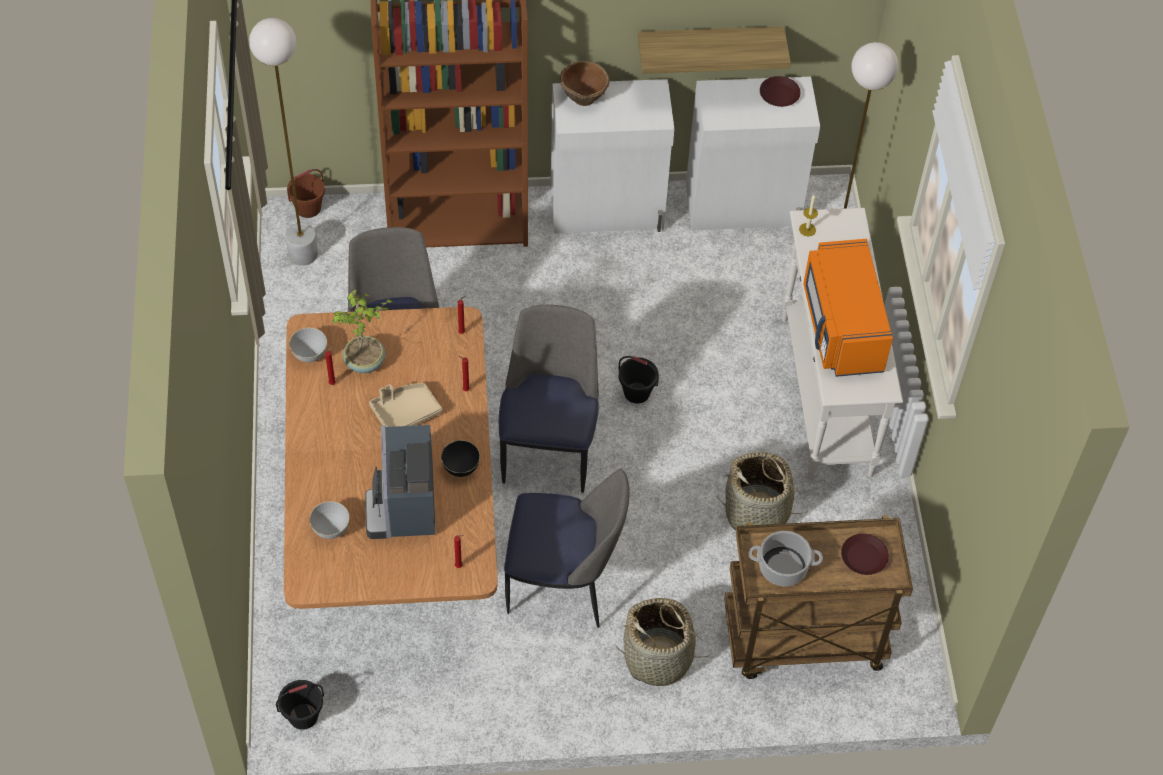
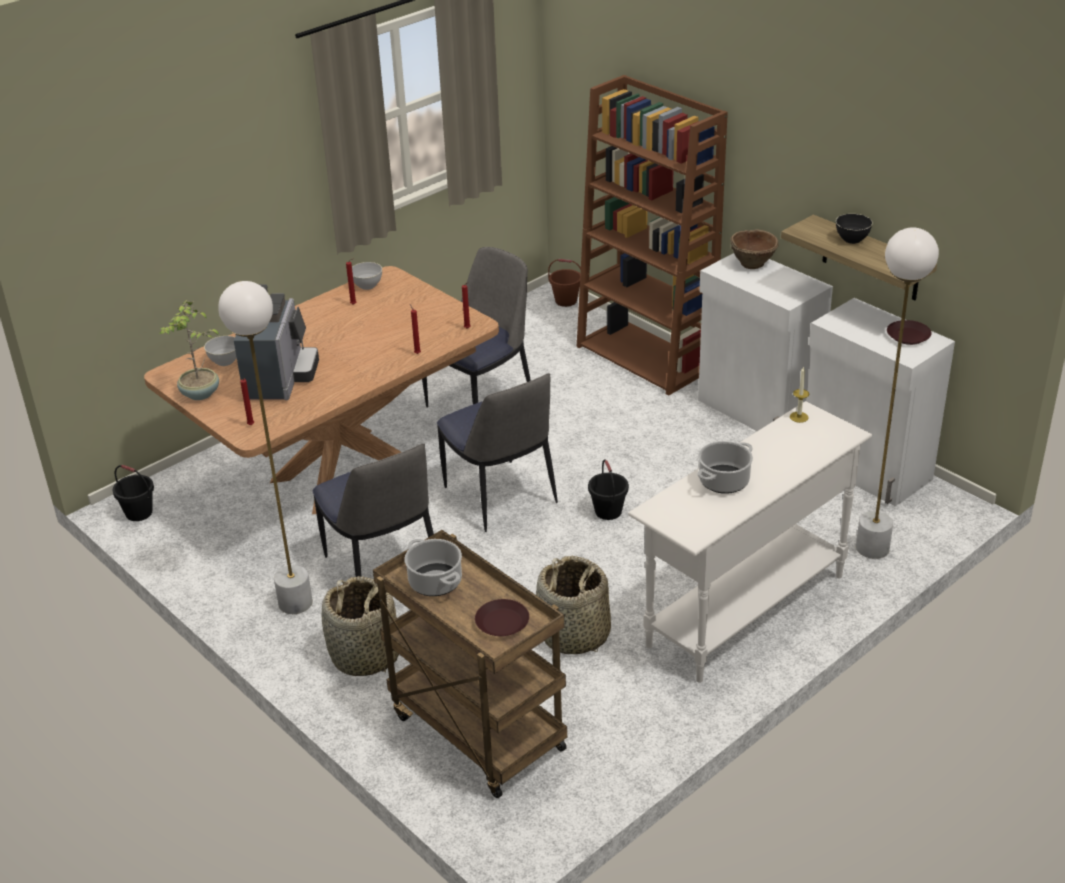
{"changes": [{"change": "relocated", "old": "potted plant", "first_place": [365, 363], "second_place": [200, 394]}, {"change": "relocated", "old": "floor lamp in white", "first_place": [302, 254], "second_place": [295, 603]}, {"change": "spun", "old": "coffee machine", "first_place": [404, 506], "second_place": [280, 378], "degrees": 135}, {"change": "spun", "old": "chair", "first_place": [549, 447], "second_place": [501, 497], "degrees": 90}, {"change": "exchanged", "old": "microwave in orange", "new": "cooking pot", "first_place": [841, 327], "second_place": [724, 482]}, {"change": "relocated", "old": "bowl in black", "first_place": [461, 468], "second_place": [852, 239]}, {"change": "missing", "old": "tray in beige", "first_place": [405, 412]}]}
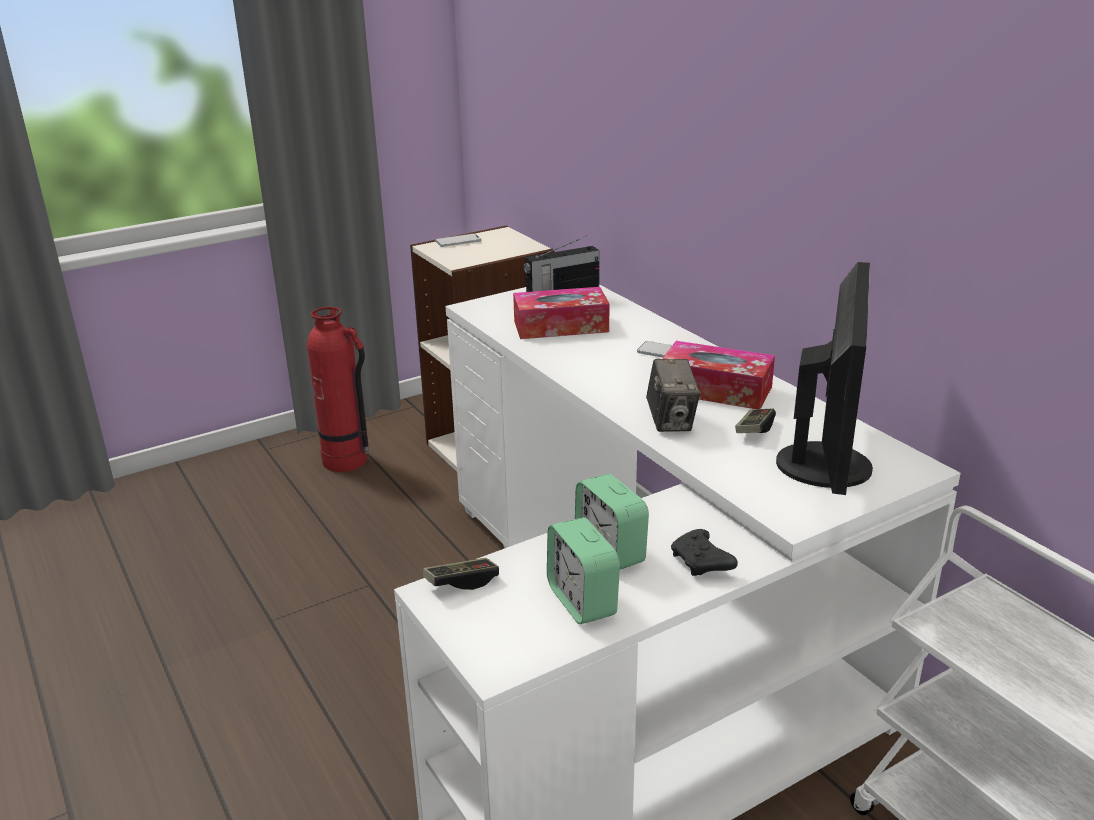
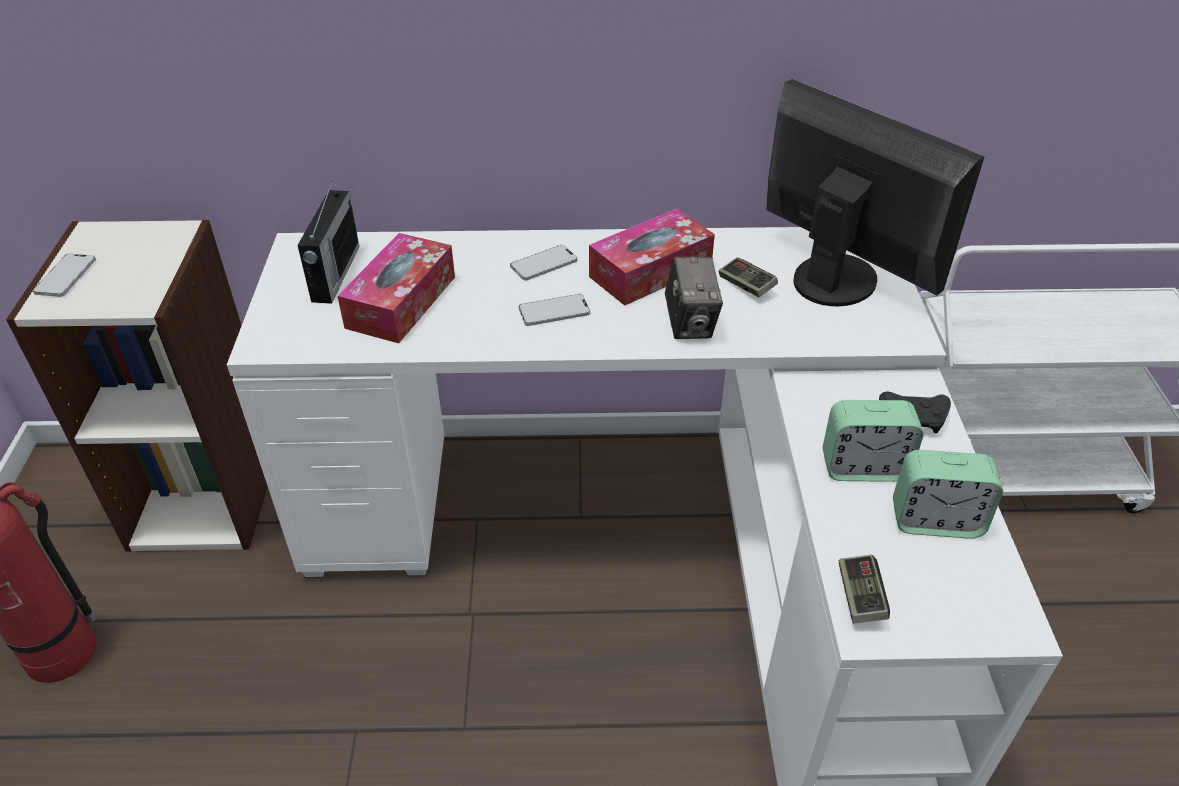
{"changes": [{"change": "appeared", "new": "phone", "second_place": [554, 311]}, {"change": "spun", "old": "photo camera", "first_place": [671, 422], "second_place": [690, 324], "degrees": 60}]}
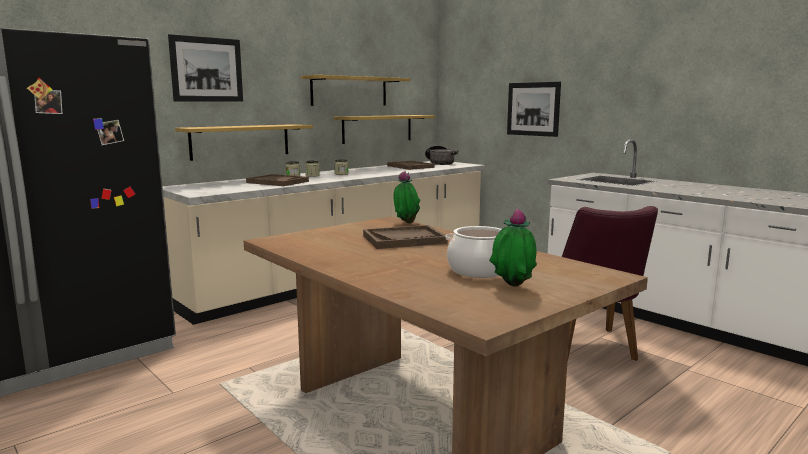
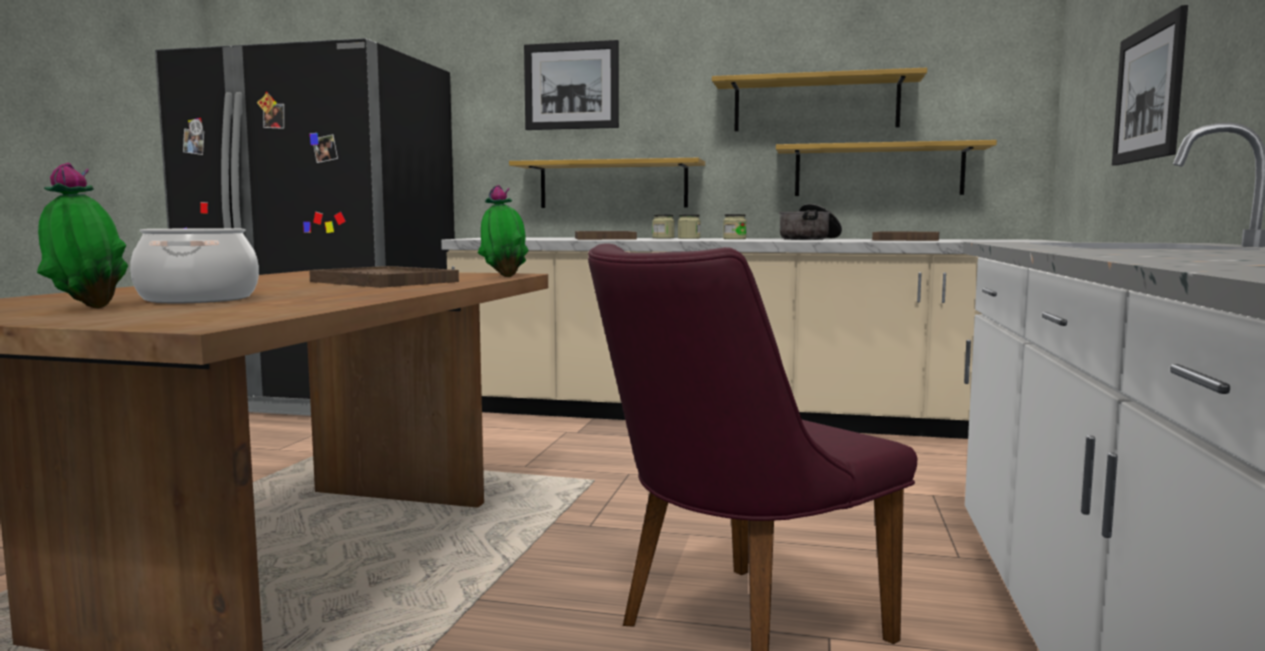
{"changes": [{"change": "relocated", "old": "cooking pot", "first_place": [440, 163], "second_place": [809, 239]}]}
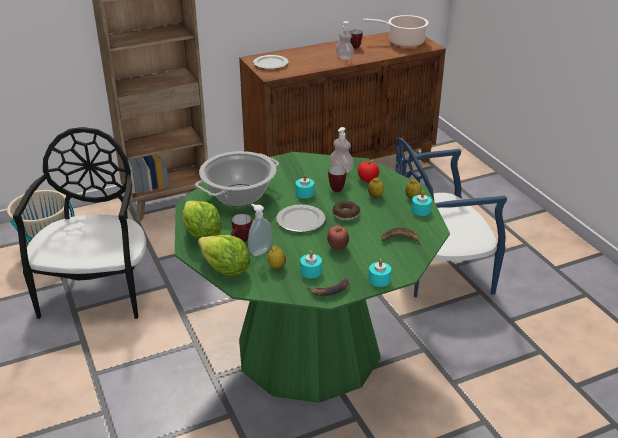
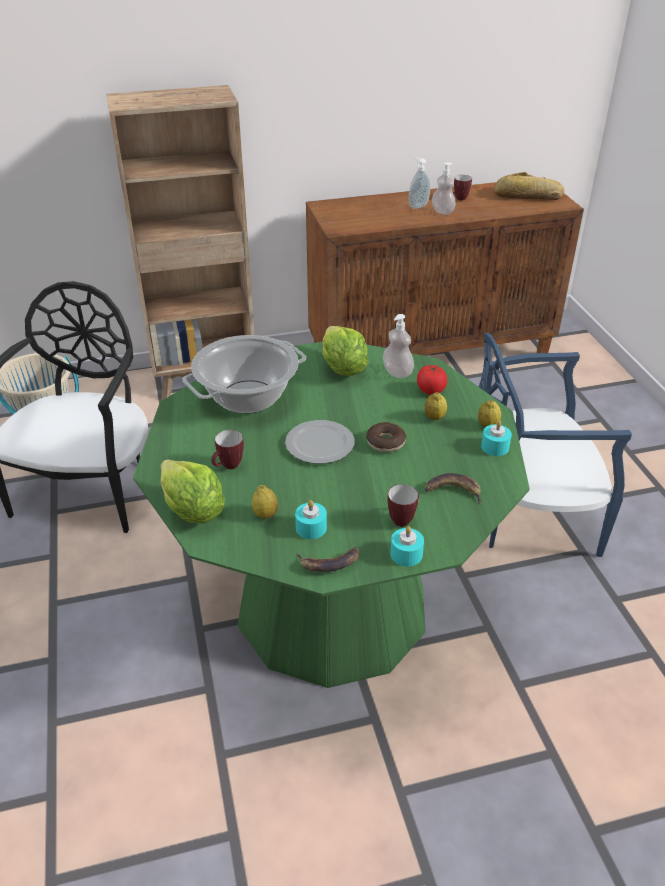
{"changes": [{"change": "relocated", "old": "lettuce", "first_place": [201, 235], "second_place": [342, 368]}, {"change": "relocated", "old": "mug", "first_place": [338, 188], "second_place": [403, 519]}, {"change": "relocated", "old": "soap dispenser", "first_place": [259, 251], "second_place": [417, 206]}, {"change": "exchanged", "old": "cooking pot", "new": "bread", "first_place": [403, 42], "second_place": [528, 196]}, {"change": "missing", "old": "plate", "first_place": [271, 64]}, {"change": "missing", "old": "candle in turquoise", "first_place": [304, 193]}, {"change": "missing", "old": "apple", "first_place": [338, 247]}]}
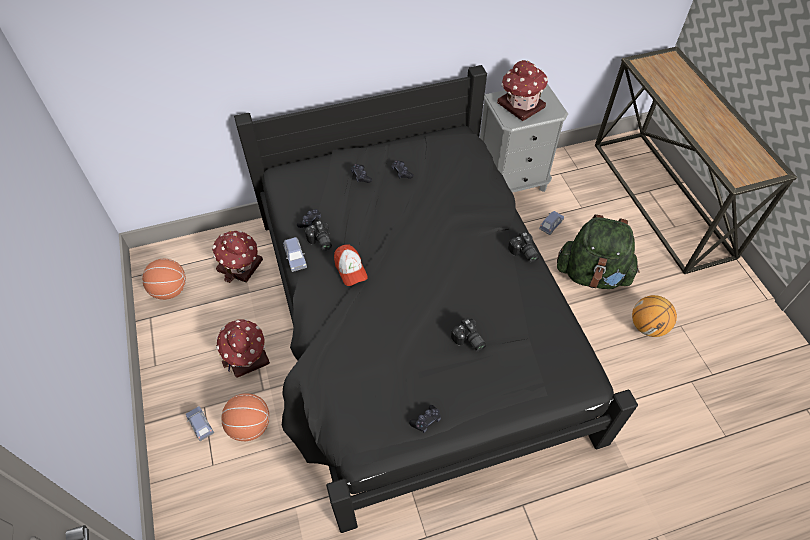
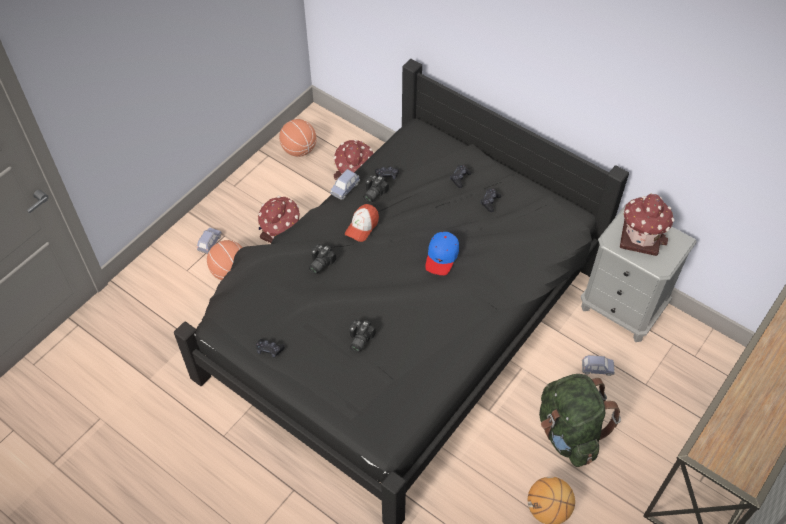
{"changes": [{"change": "relocated", "old": "photo camera", "first_place": [523, 253], "second_place": [319, 263]}, {"change": "appeared", "new": "cap in blue", "second_place": [442, 256]}]}
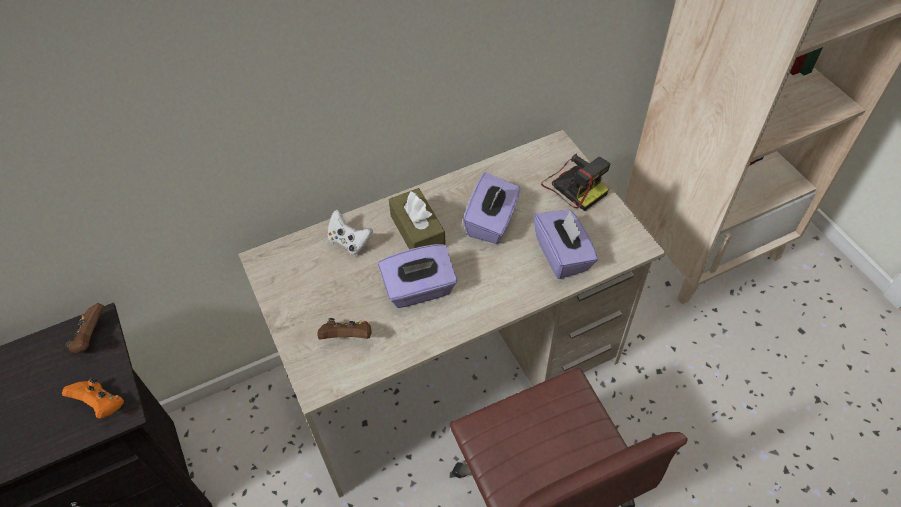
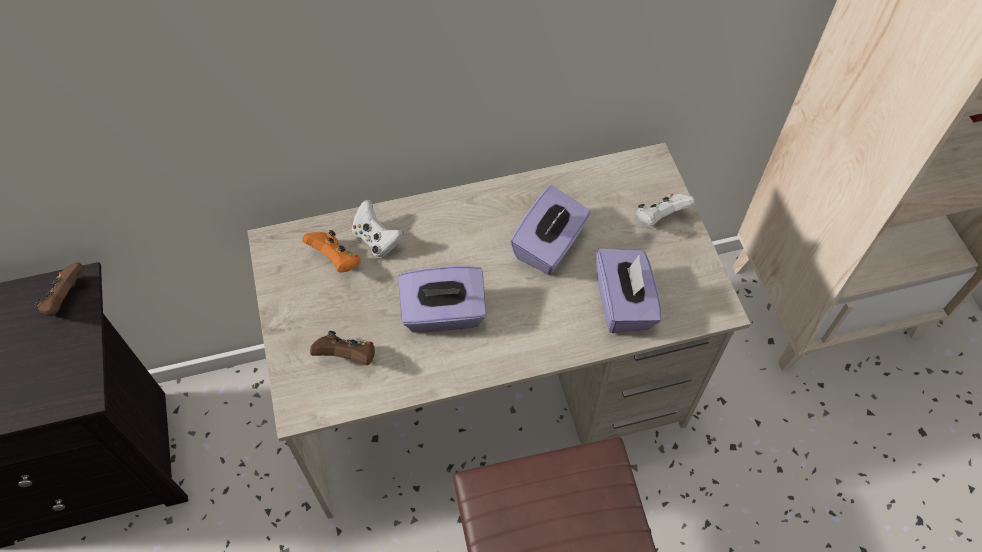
{"changes": [{"change": "relocated", "old": "game controller in orange", "first_place": [101, 404], "second_place": [336, 260]}, {"change": "exchanged", "old": "photo camera", "new": "game controller in white", "first_place": [574, 186], "second_place": [660, 218]}, {"change": "missing", "old": "tissue box in brown", "first_place": [417, 231]}]}
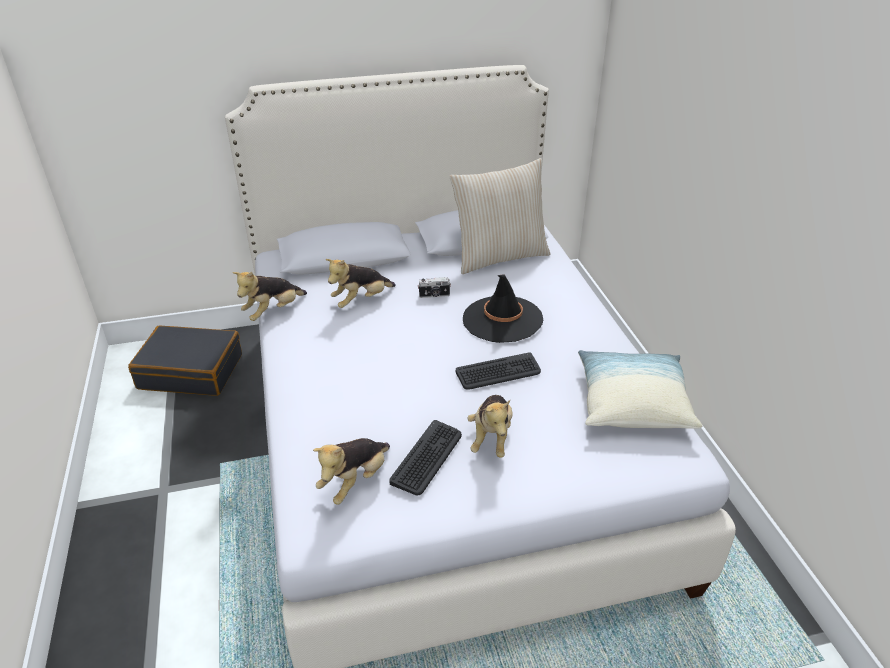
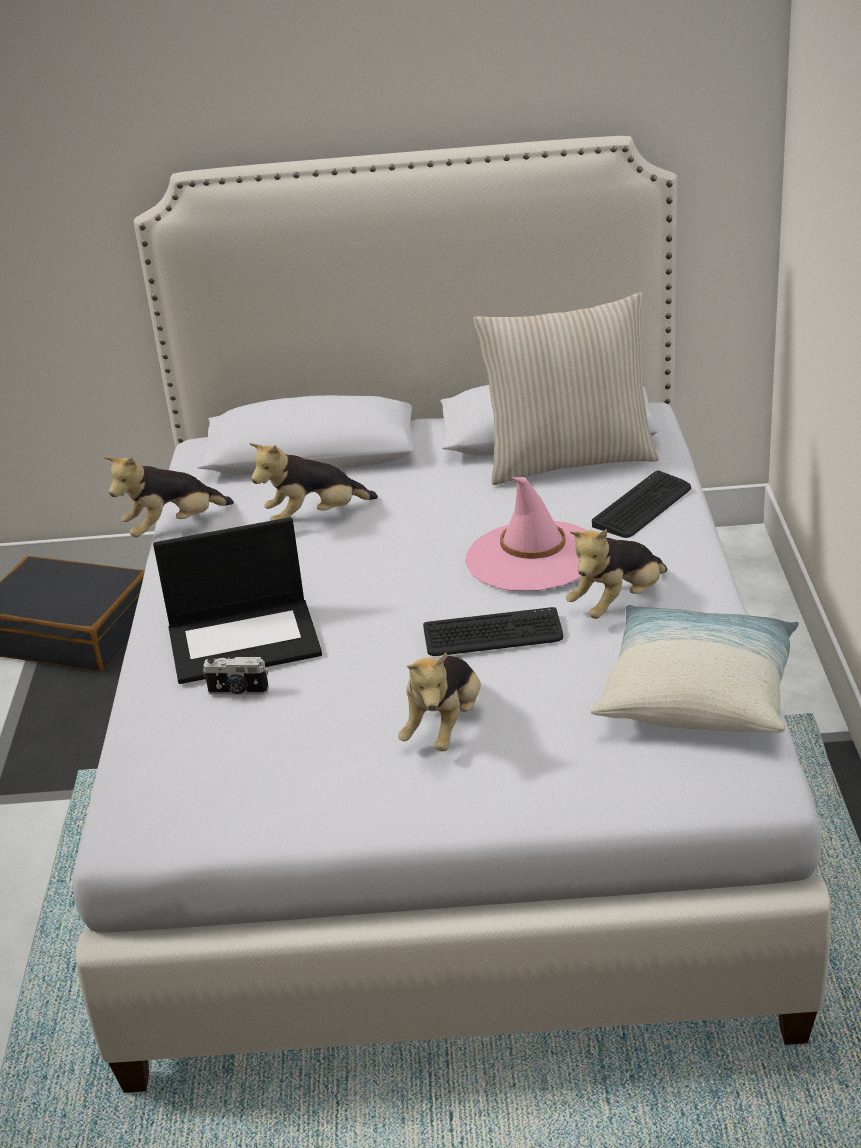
{"changes": [{"change": "appeared", "new": "laptop", "second_place": [245, 640]}, {"change": "relocated", "old": "photo camera", "first_place": [434, 295], "second_place": [238, 691]}, {"change": "colour", "old": "hat in black", "new": "hat in pink", "first_place": [502, 319], "second_place": [532, 557]}, {"change": "relocated", "old": "plush toy", "first_place": [355, 481], "second_place": [618, 603]}, {"change": "relocated", "old": "keyboard", "first_place": [427, 458], "second_place": [643, 506]}]}
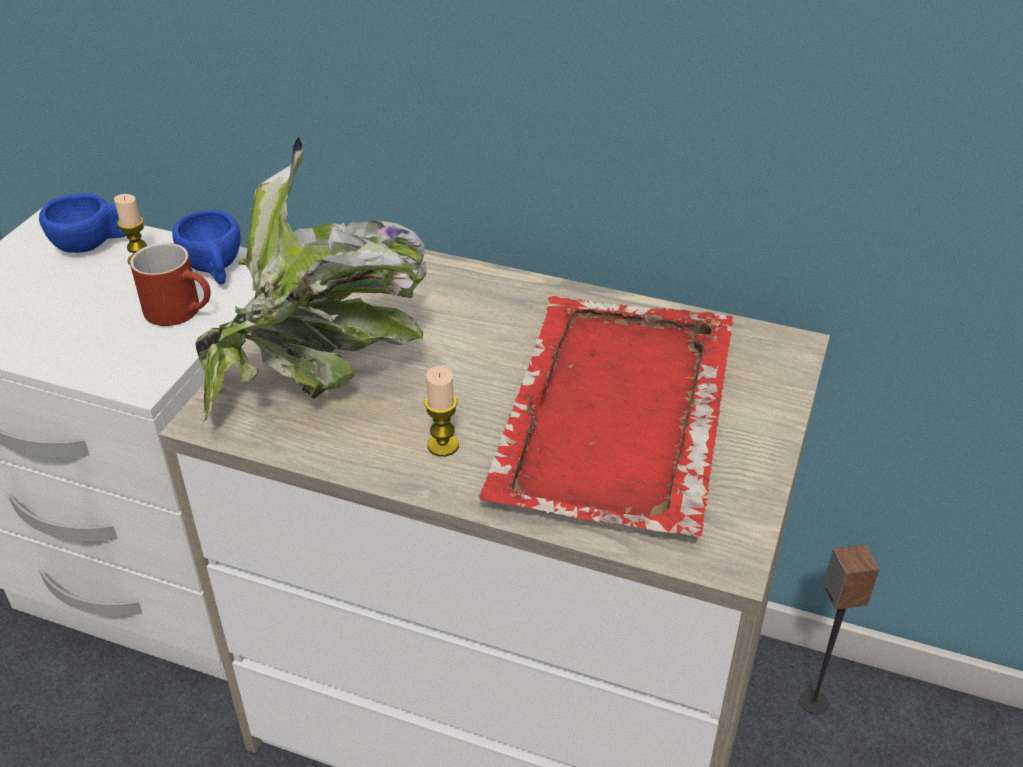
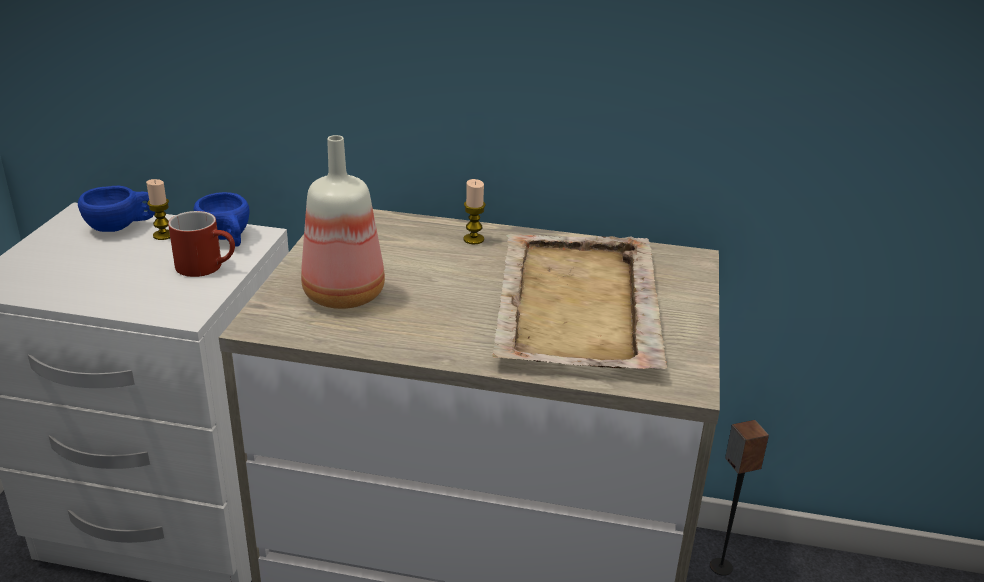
{"changes": [{"change": "exchanged", "old": "potted plant", "new": "bottle", "first_place": [322, 377], "second_place": [342, 294]}, {"change": "relocated", "old": "candle", "first_place": [443, 445], "second_place": [473, 239]}, {"change": "colour", "old": "tray in red", "new": "tray in beige", "first_place": [614, 416], "second_place": [576, 306]}]}
